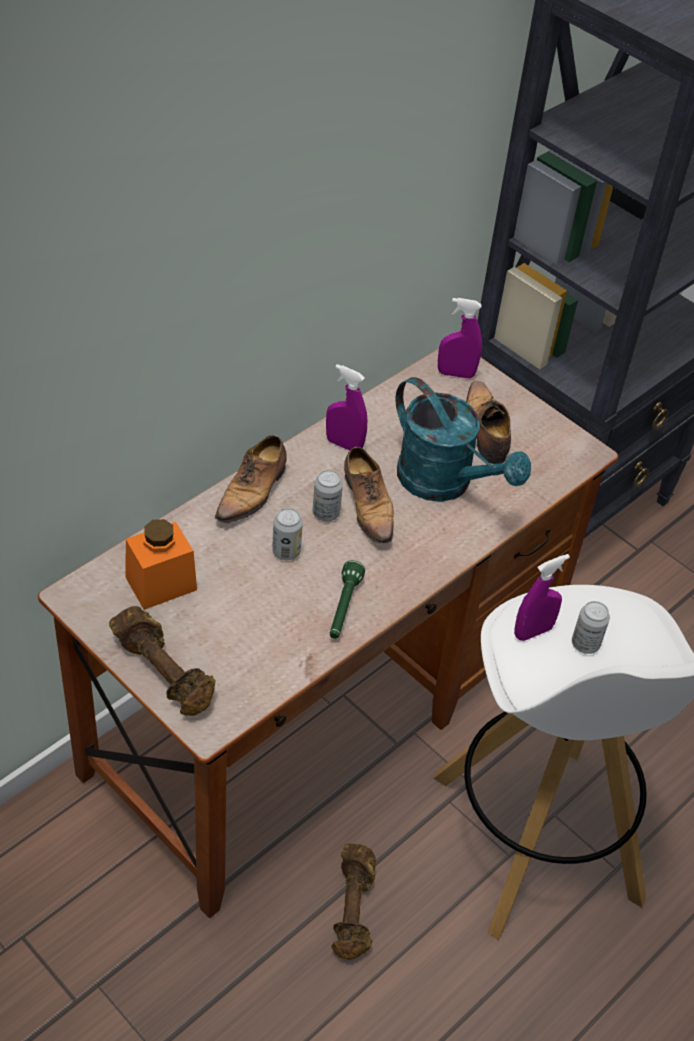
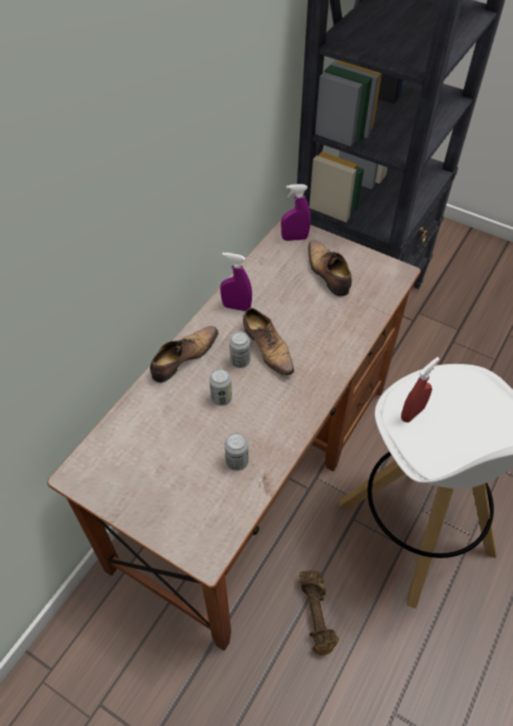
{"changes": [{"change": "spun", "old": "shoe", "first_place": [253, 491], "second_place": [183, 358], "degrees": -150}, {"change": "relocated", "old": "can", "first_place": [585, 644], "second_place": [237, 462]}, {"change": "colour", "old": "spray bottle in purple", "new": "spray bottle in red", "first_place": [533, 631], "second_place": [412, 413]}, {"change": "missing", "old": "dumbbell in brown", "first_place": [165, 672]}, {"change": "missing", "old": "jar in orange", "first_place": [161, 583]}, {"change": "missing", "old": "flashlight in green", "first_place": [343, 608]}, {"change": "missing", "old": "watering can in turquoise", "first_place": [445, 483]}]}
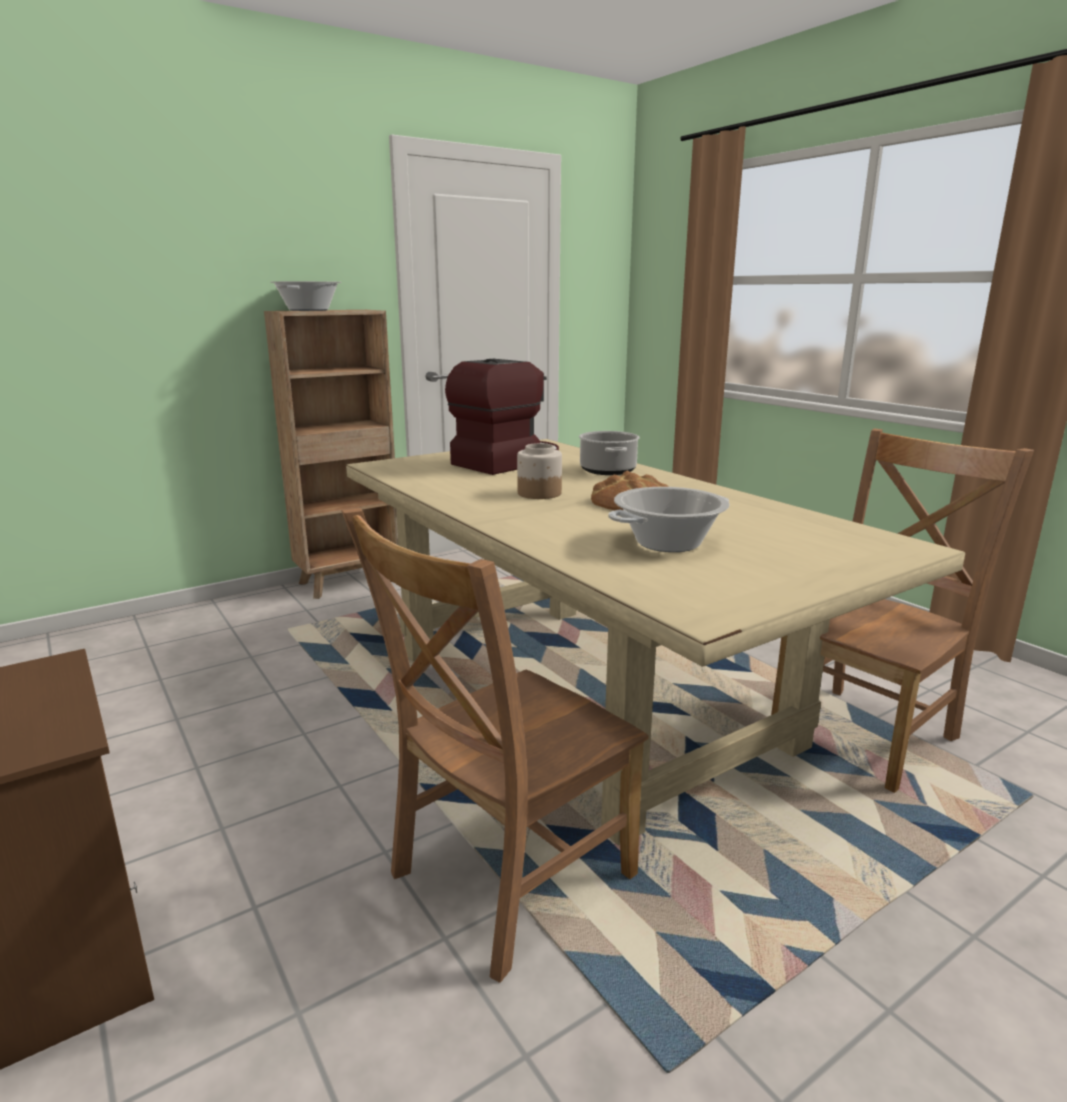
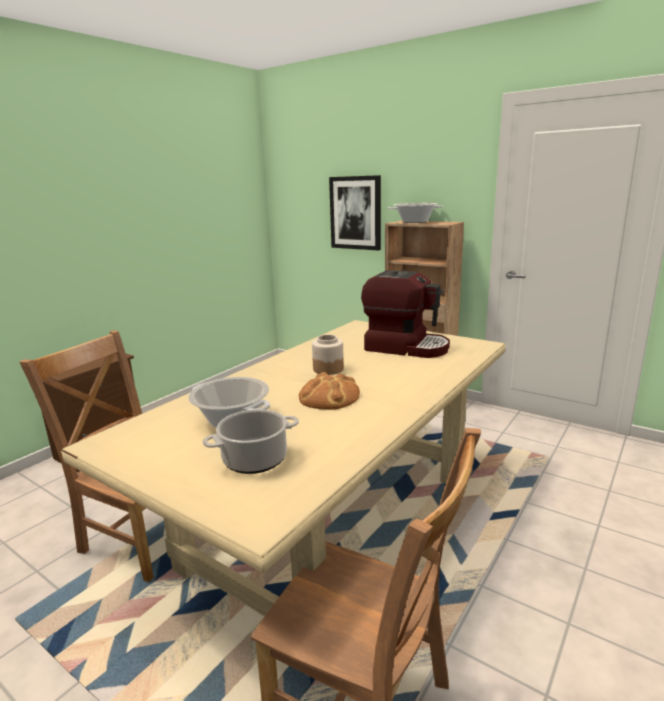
{"changes": [{"change": "relocated", "old": "cooking pot", "first_place": [607, 470], "second_place": [255, 459]}, {"change": "appeared", "new": "picture", "second_place": [355, 213]}]}
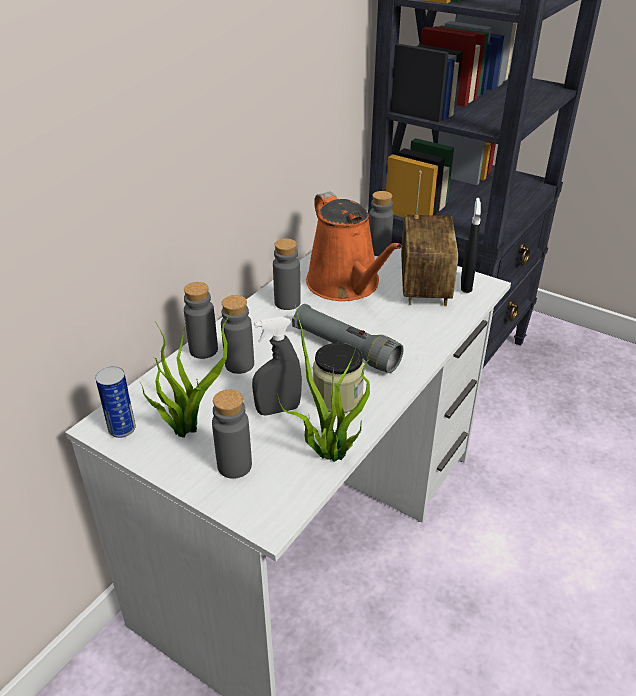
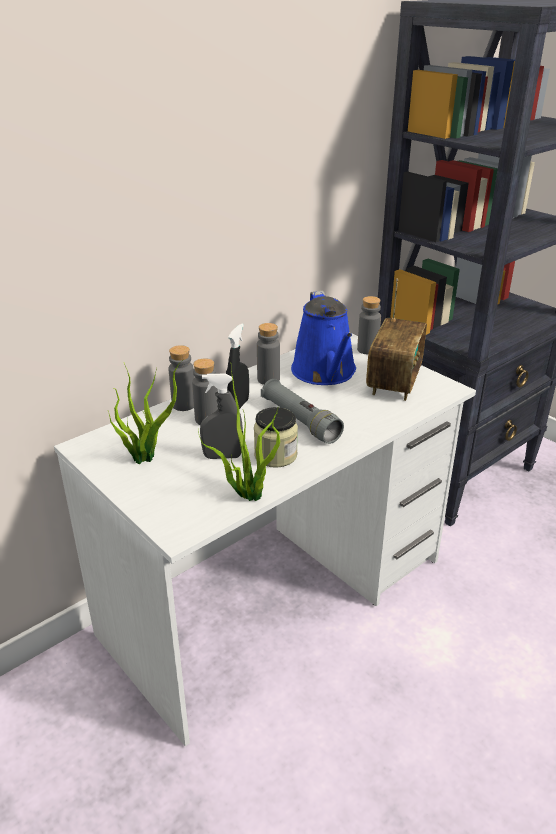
{"changes": [{"change": "relocated", "old": "spray bottle in black", "first_place": [466, 285], "second_place": [238, 405]}, {"change": "colour", "old": "watering can in orange", "new": "watering can in blue", "first_place": [346, 285], "second_place": [325, 373]}, {"change": "missing", "old": "can", "first_place": [122, 429]}, {"change": "missing", "old": "bottle in grey", "first_place": [234, 466]}]}
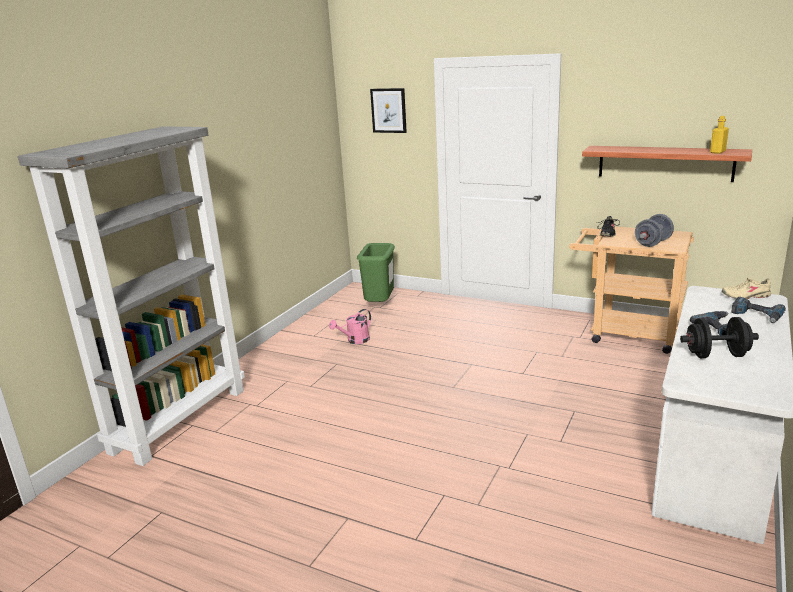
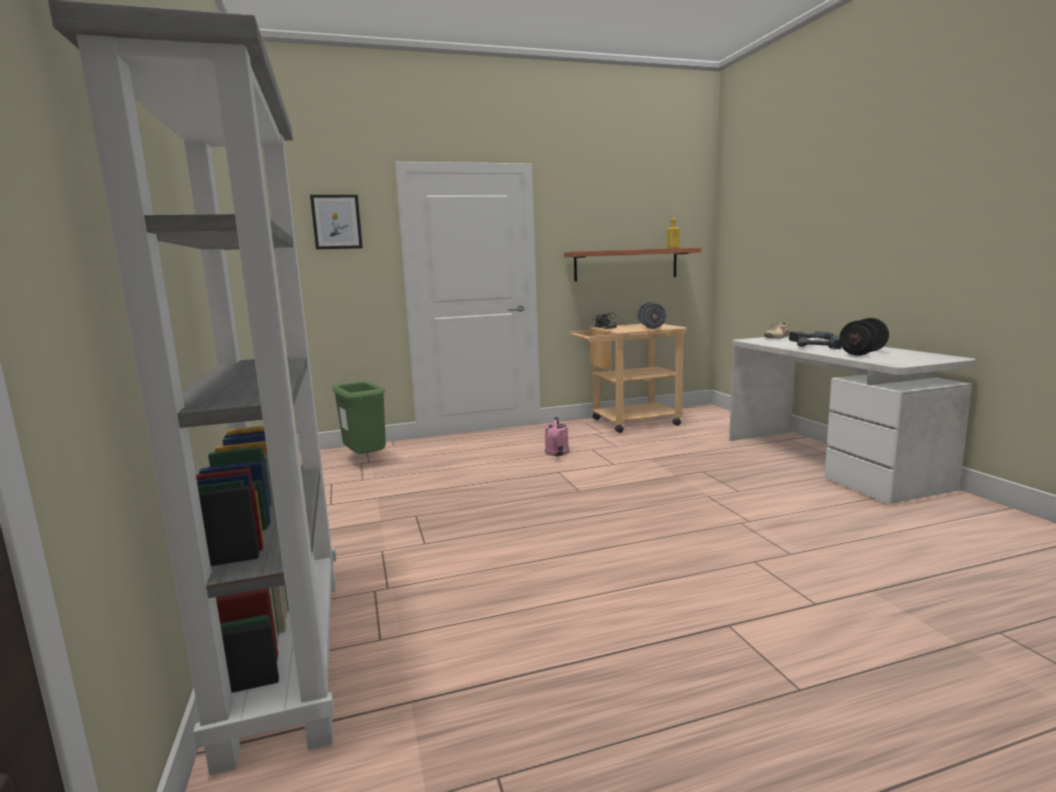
{"changes": [{"change": "relocated", "old": "watering can in pink", "first_place": [355, 341], "second_place": [556, 453]}]}
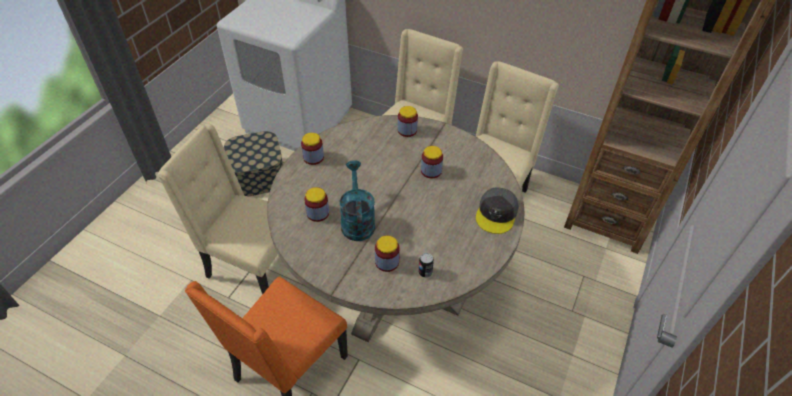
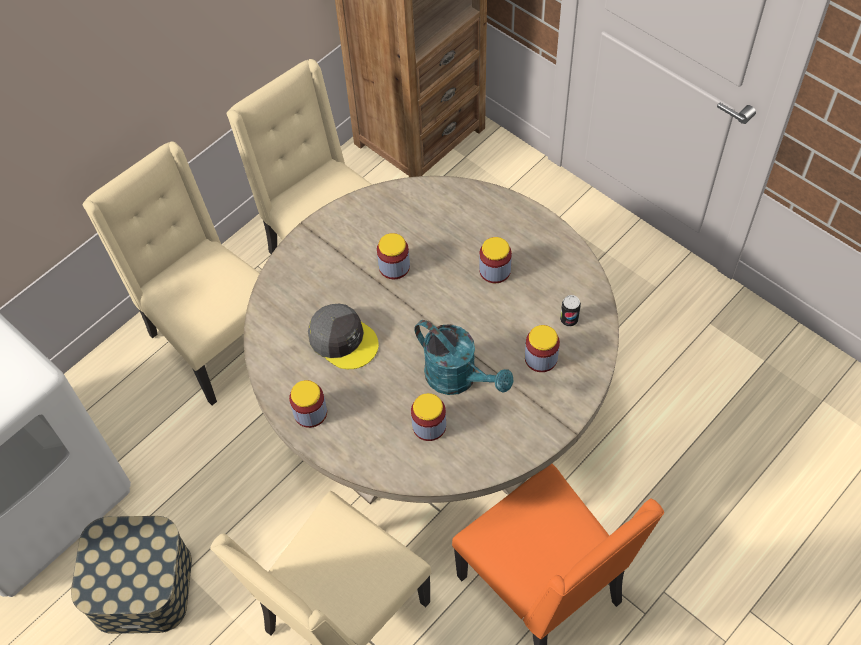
{"changes": [{"change": "relocated", "old": "cap in grey", "first_place": [496, 214], "second_place": [343, 339]}, {"change": "spun", "old": "watering can in turquoise", "first_place": [357, 220], "second_place": [459, 378], "degrees": -150}, {"change": "relocated", "old": "jar", "first_place": [407, 130], "second_place": [495, 270]}]}
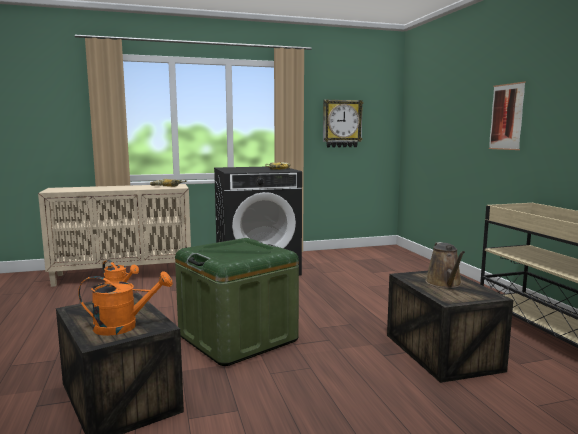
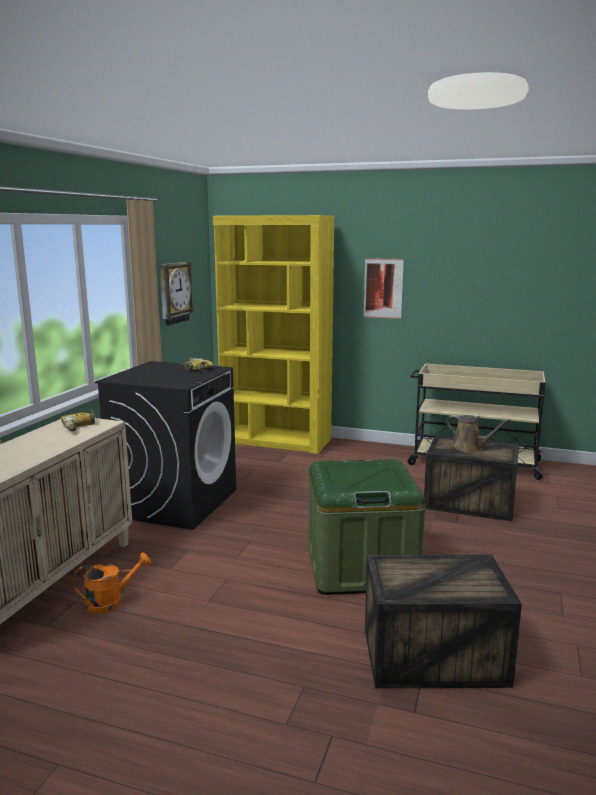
{"changes": [{"change": "appeared", "new": "bookcase in yellow", "second_place": [276, 441]}, {"change": "missing", "old": "watering can in orange", "first_place": [124, 326]}]}
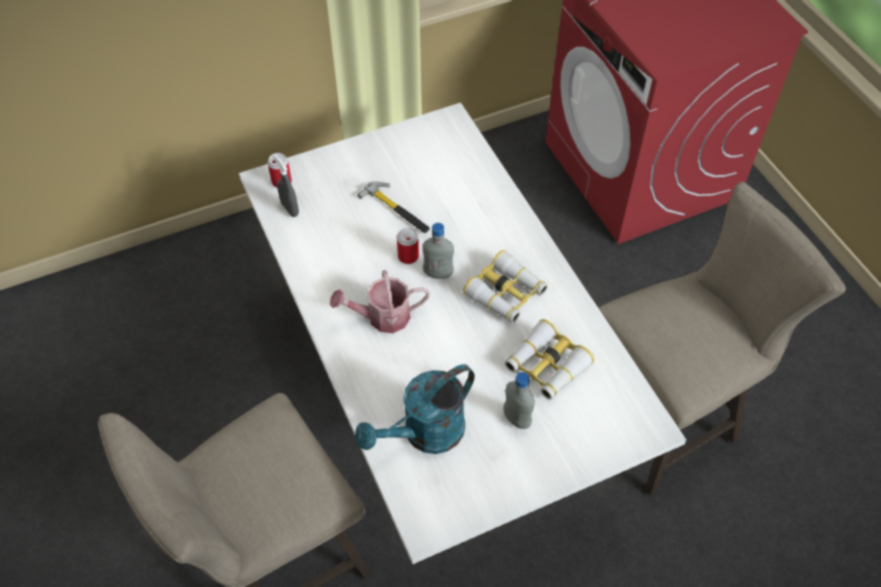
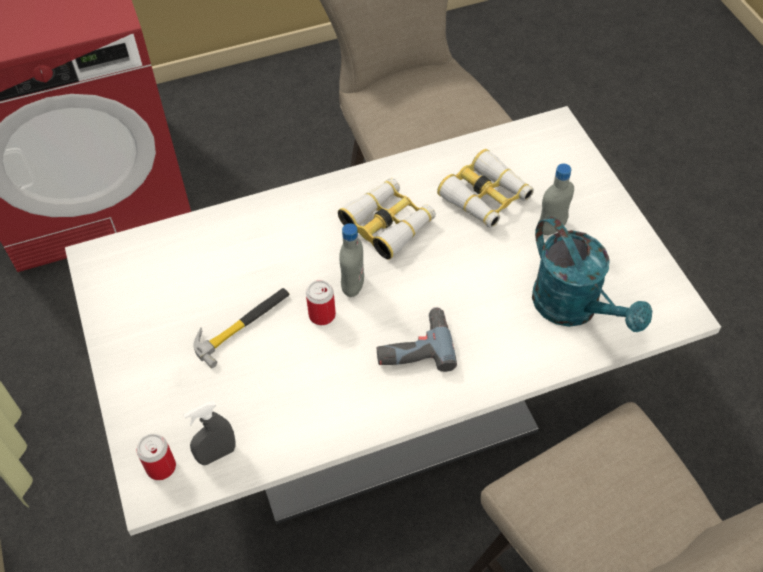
{"changes": [{"change": "exchanged", "old": "watering can", "new": "power drill", "first_place": [382, 317], "second_place": [413, 345]}]}
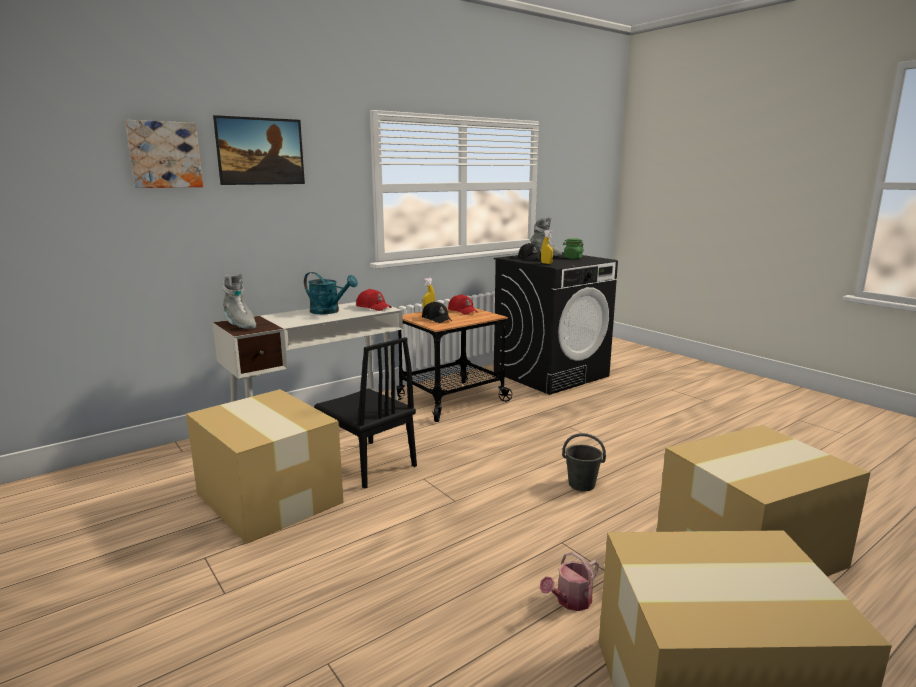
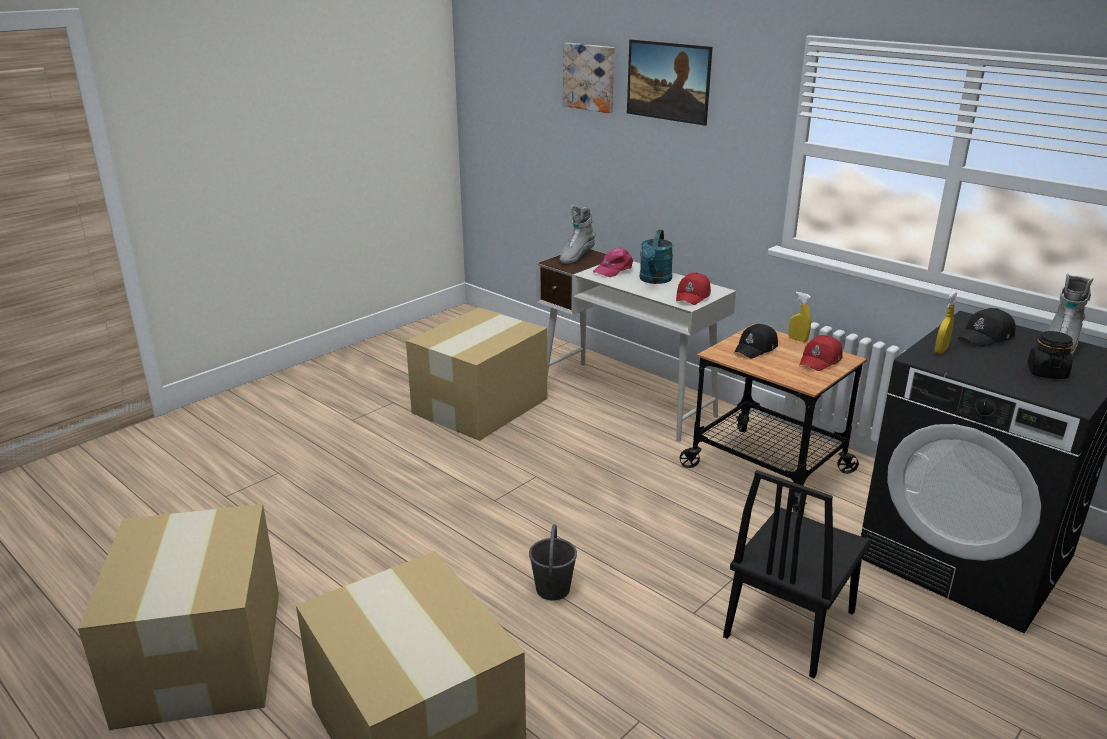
{"changes": [{"change": "appeared", "new": "cap in pink", "second_place": [613, 269]}, {"change": "relocated", "old": "chair in black", "first_place": [367, 463], "second_place": [790, 623]}, {"change": "colour", "old": "jar in green", "new": "jar in black", "first_place": [572, 258], "second_place": [1046, 372]}, {"change": "missing", "old": "watering can", "first_place": [570, 601]}]}
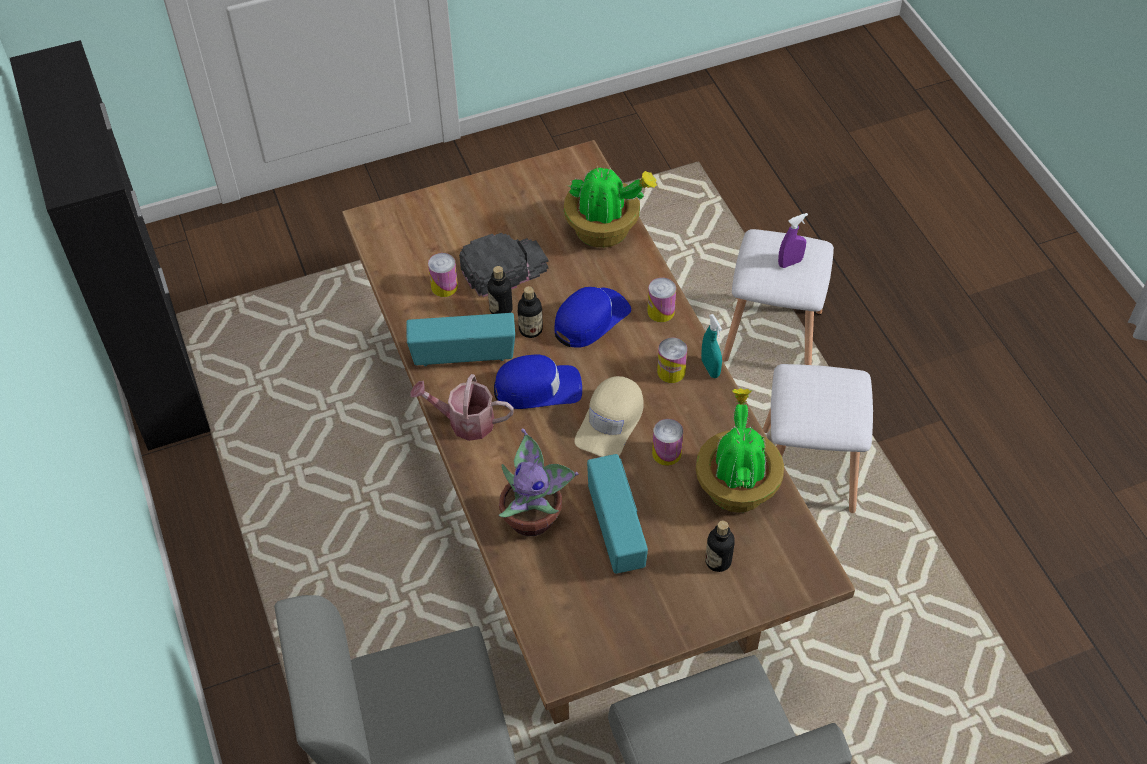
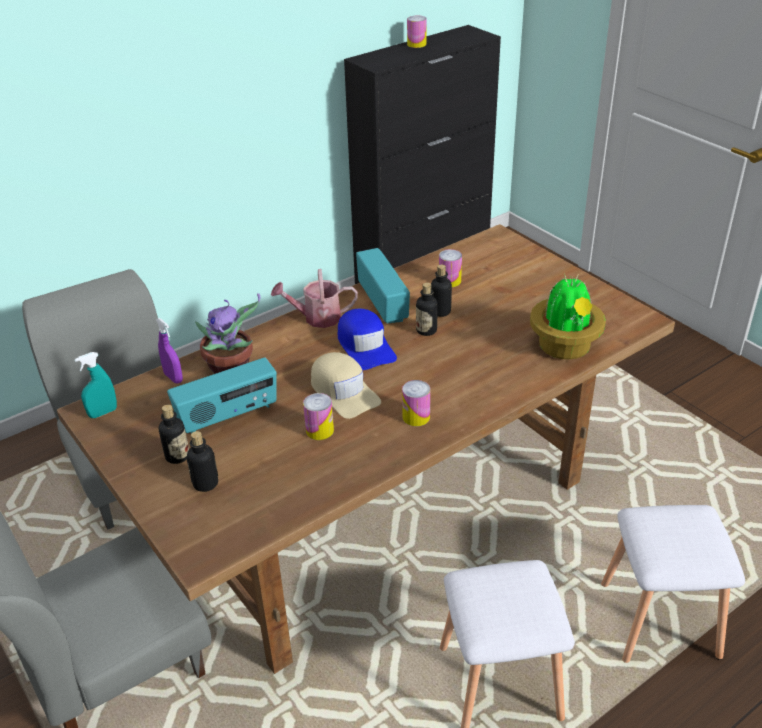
{"changes": [{"change": "relocated", "old": "spray bottle in turquoise", "first_place": [710, 368], "second_place": [103, 413]}, {"change": "relocated", "old": "spray bottle in purple", "first_place": [790, 262], "second_place": [173, 378]}, {"change": "appeared", "new": "bottle", "second_place": [177, 456]}, {"change": "spun", "old": "watering can", "first_place": [465, 422], "second_place": [317, 318], "degrees": -90}, {"change": "spun", "old": "cap in beige", "first_place": [611, 422], "second_place": [343, 391], "degrees": -135}, {"change": "relocated", "old": "can", "first_place": [661, 311], "second_place": [416, 44]}, {"change": "missing", "old": "cap in black", "first_place": [503, 267]}, {"change": "missing", "old": "cap in blue", "first_place": [590, 319]}, {"change": "missing", "old": "potted plant", "first_place": [736, 485]}]}
